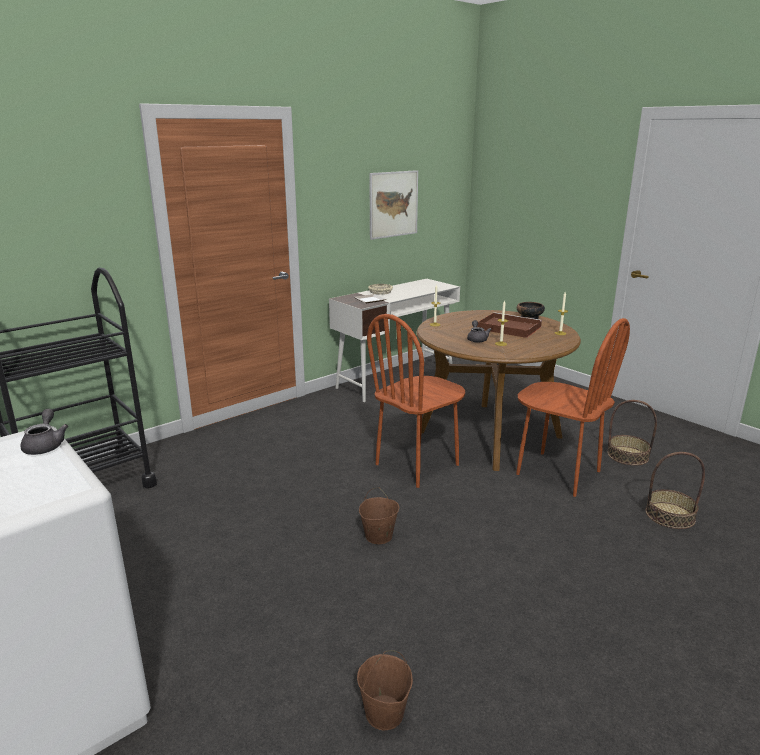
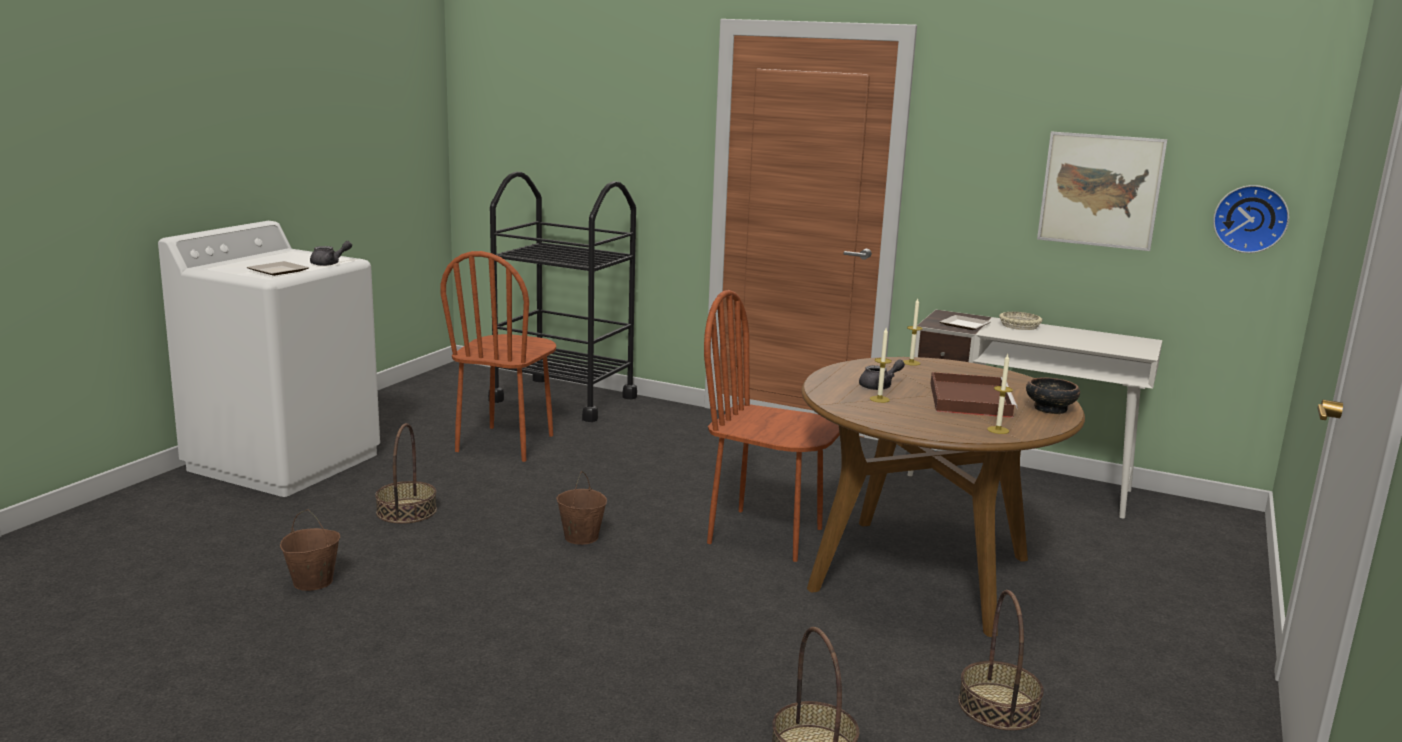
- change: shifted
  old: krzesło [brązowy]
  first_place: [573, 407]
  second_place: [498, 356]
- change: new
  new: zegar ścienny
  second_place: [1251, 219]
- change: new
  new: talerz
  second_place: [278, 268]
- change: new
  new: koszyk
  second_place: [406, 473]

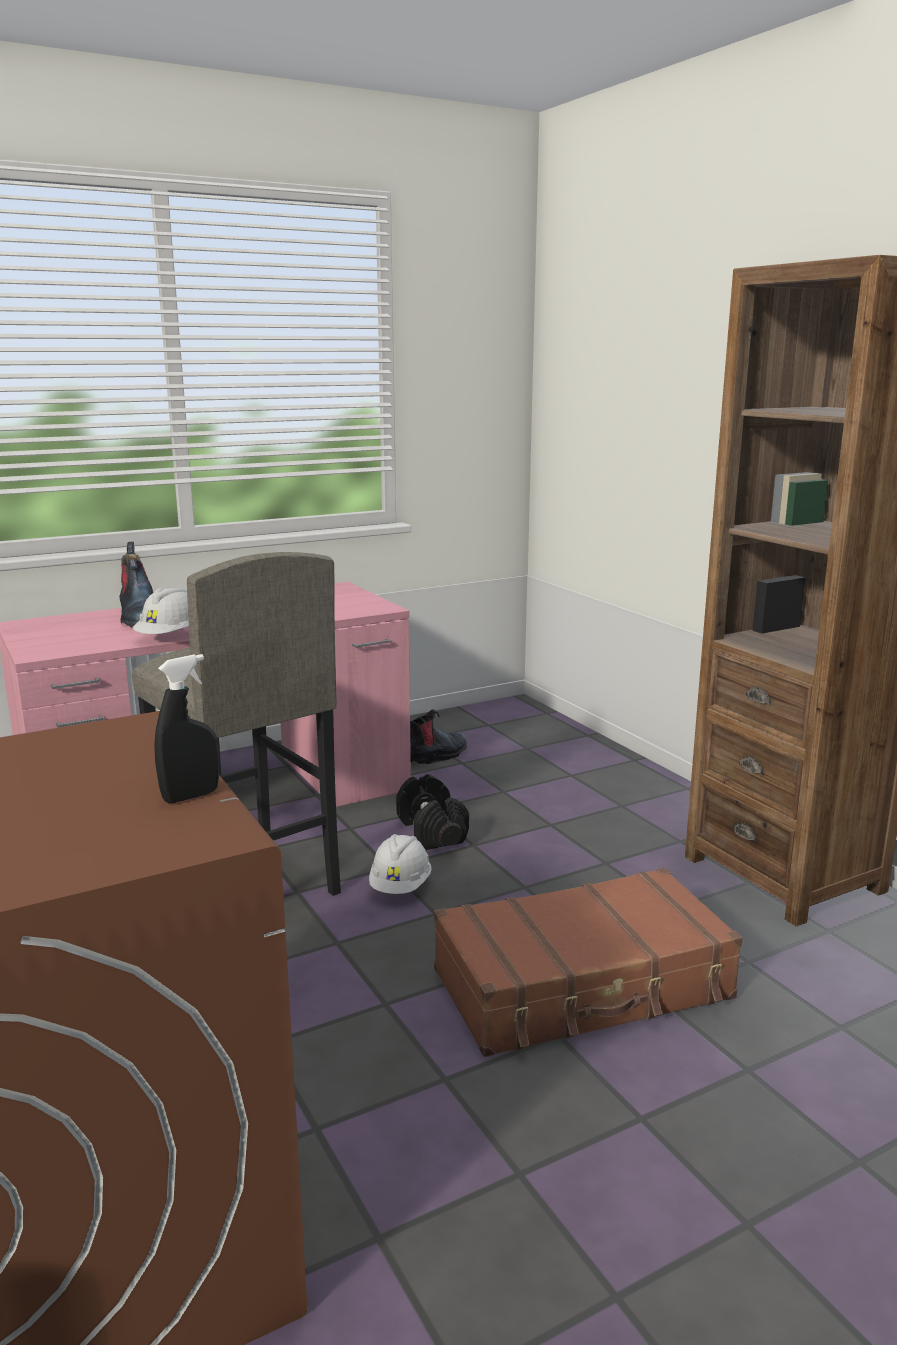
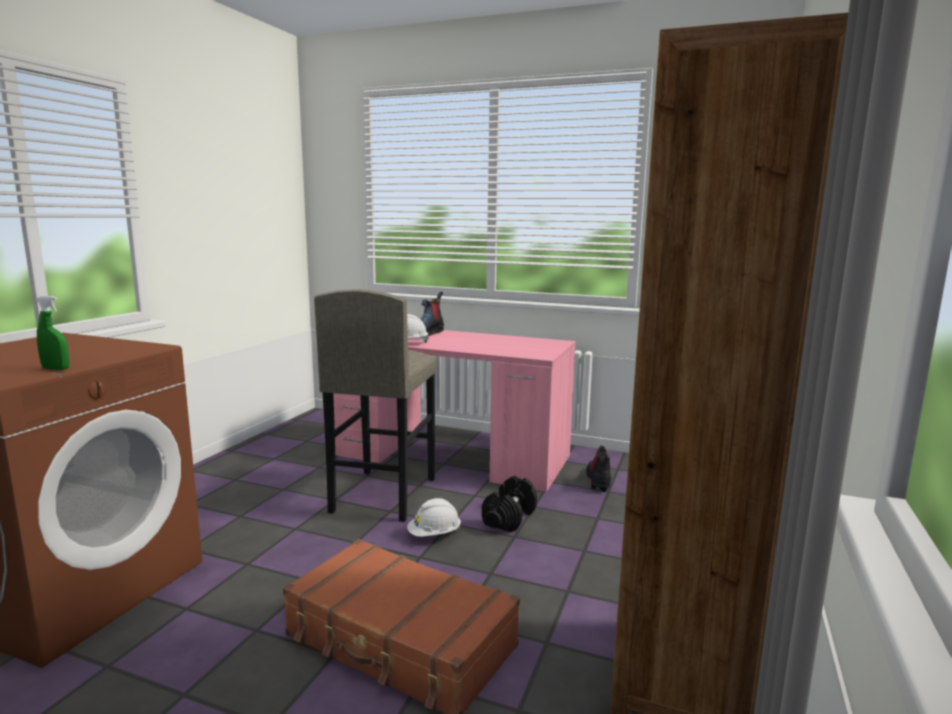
- change: repainted
  old: spryskiwacz [czarny]
  new: spryskiwacz [zielony]
  first_place: [186, 728]
  second_place: [52, 333]
- change: rotated
  old: but z cholewką
  first_place: [438, 736]
  second_place: [599, 468]
  degrees: -90

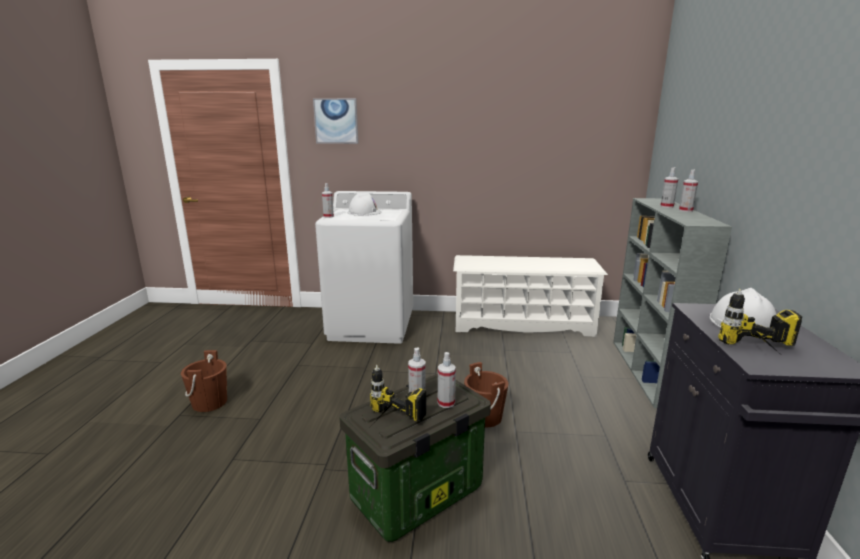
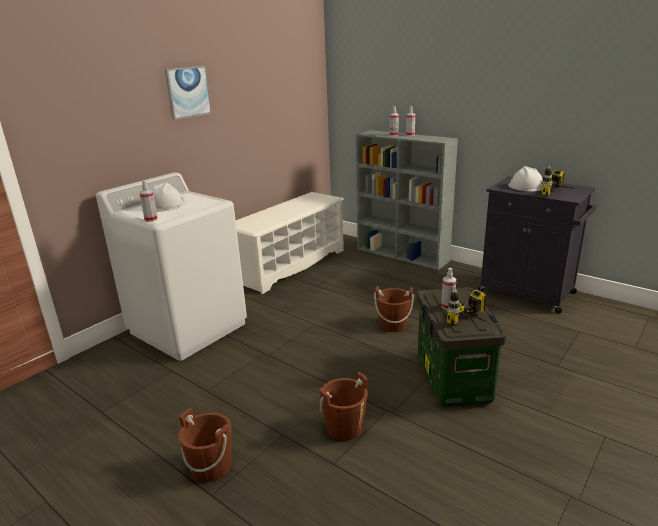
- change: shifted
  old: obraz
  first_place: [335, 121]
  second_place: [188, 93]
- change: gone
  old: spryskiwacz
  first_place: [447, 380]
- change: new
  new: wiadro [brązowy]
  second_place: [343, 406]

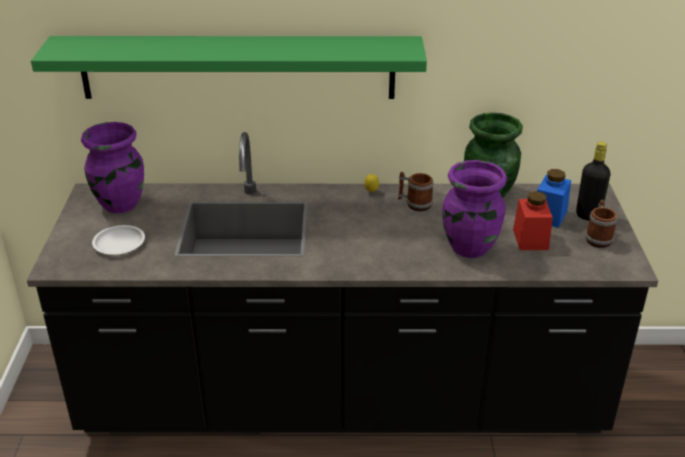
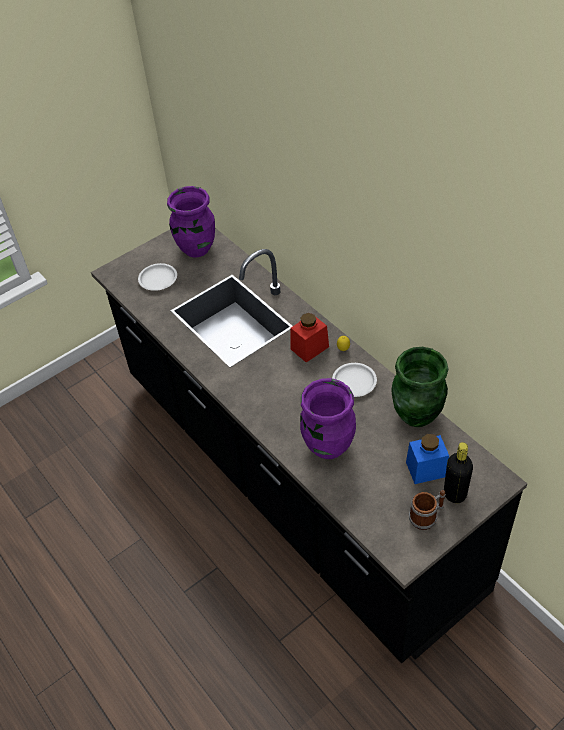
- change: gone
  old: półka [zielony]
  first_place: [229, 67]
- change: swapped
  old: kubek
  new: talerz [biały]
  first_place: [416, 191]
  second_place: [354, 380]
- change: shifted
  old: słoik [czerwony]
  first_place: [533, 220]
  second_place: [309, 338]

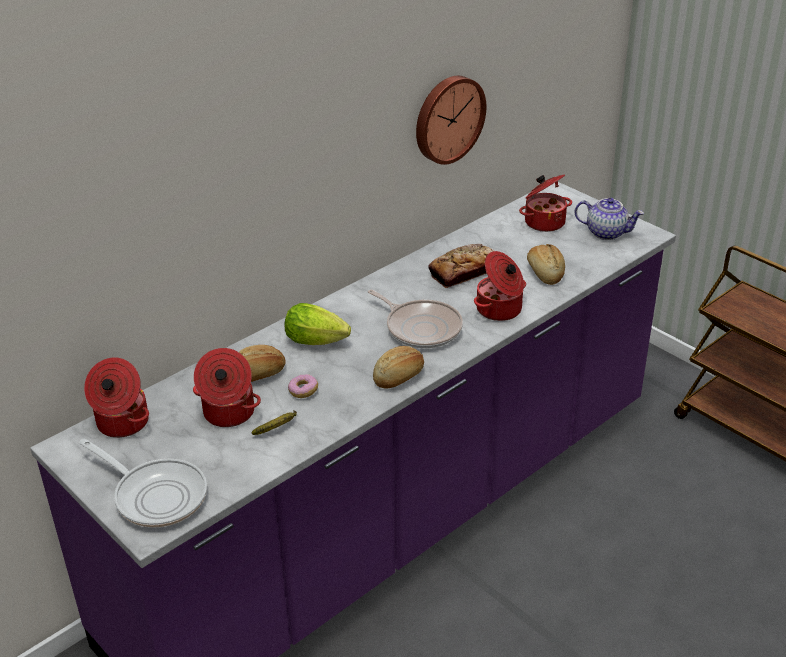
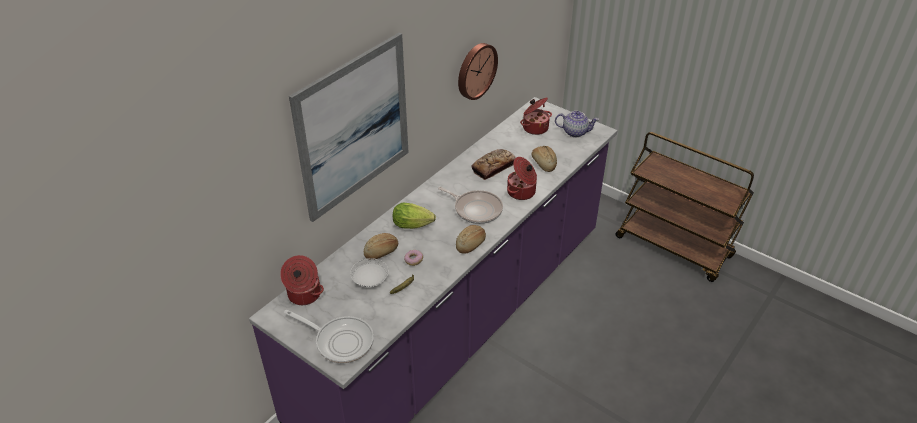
- change: swapped
  old: garnek
  new: talerz [biały]
  first_place: [227, 387]
  second_place: [369, 272]
- change: new
  new: obraz
  second_place: [349, 127]

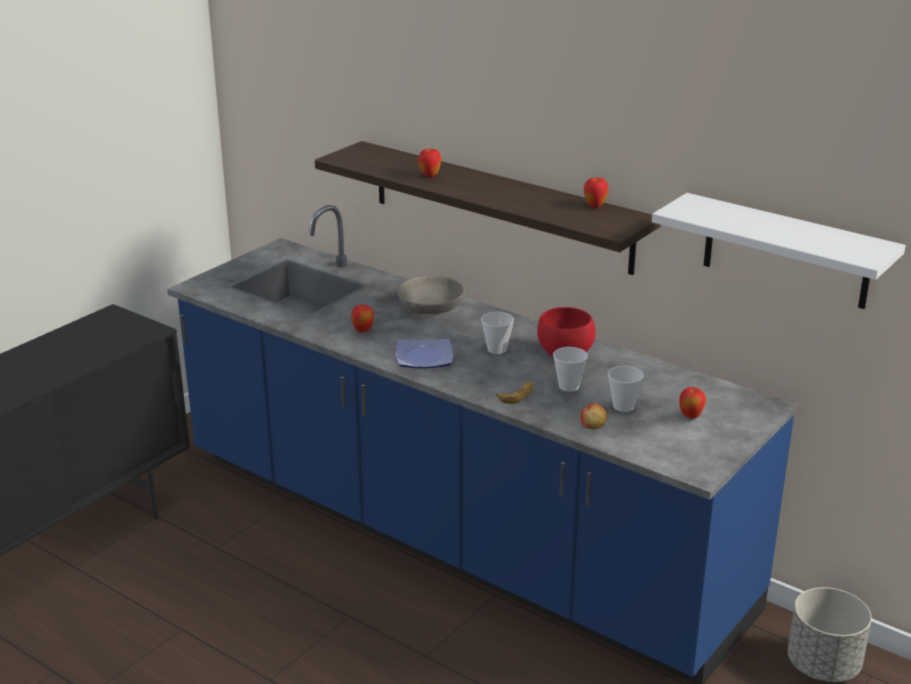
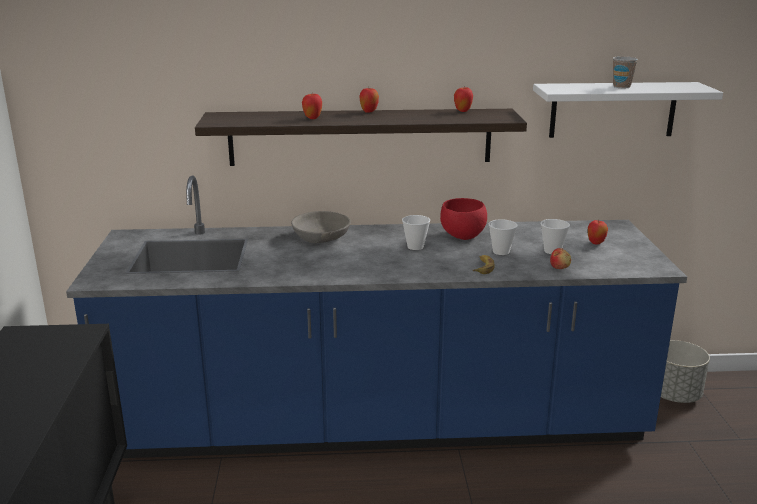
- change: shifted
  old: jabłko
  first_place: [362, 318]
  second_place: [369, 100]
- change: gone
  old: talerz
  first_place: [424, 353]
- change: new
  new: filiżanka
  second_place: [625, 72]

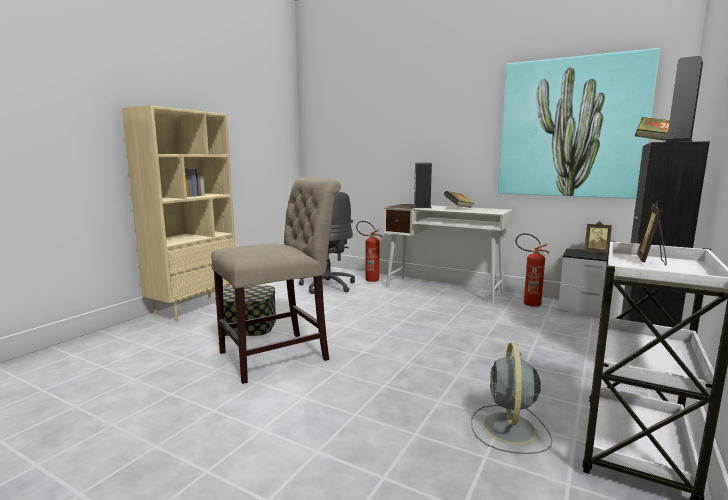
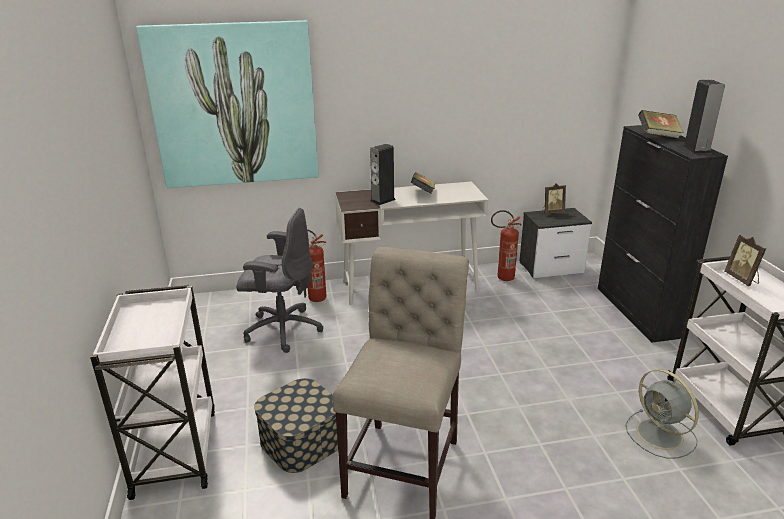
- change: shifted
  old: obraz
  first_place: [579, 123]
  second_place: [227, 104]
- change: swapped
  old: regał [beżowy]
  new: wózek [biały]
  first_place: [178, 213]
  second_place: [152, 392]

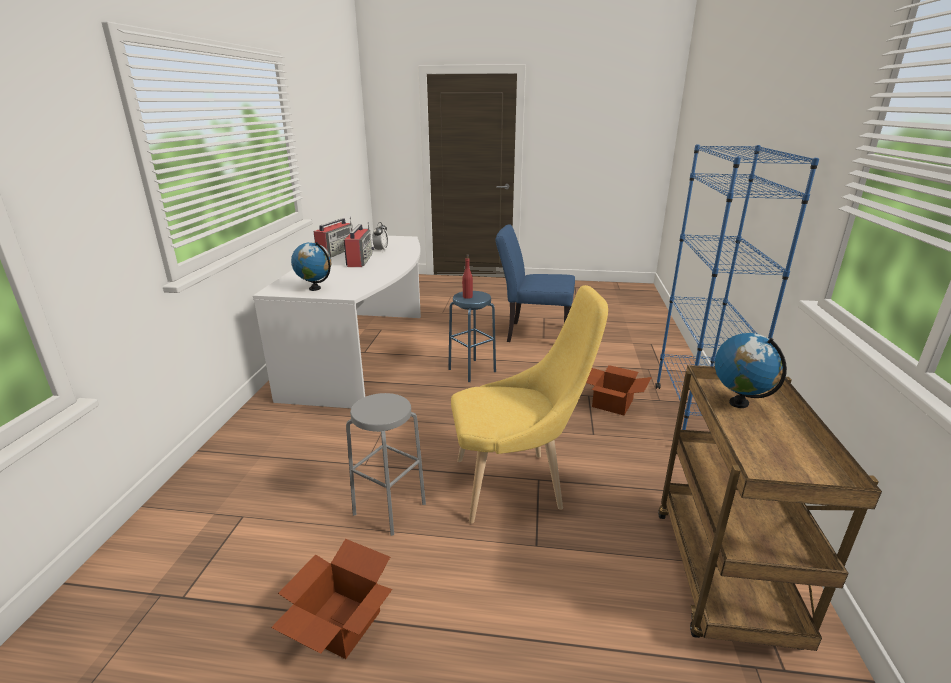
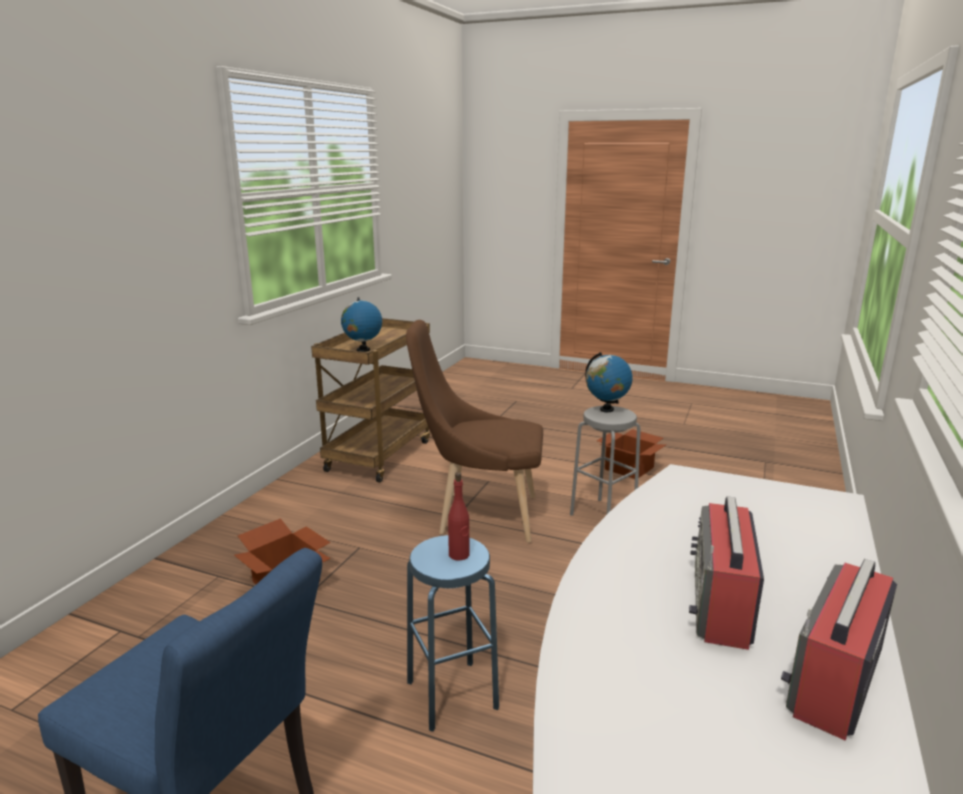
- change: gone
  old: regał [niebieski]
  first_place: [737, 287]
- change: gone
  old: budzik
  first_place: [380, 237]
- change: shifted
  old: globus
  first_place: [311, 266]
  second_place: [609, 382]
- change: repainted
  old: krzesło [żółty]
  new: krzesło [brązowy]
  first_place: [529, 404]
  second_place: [474, 431]

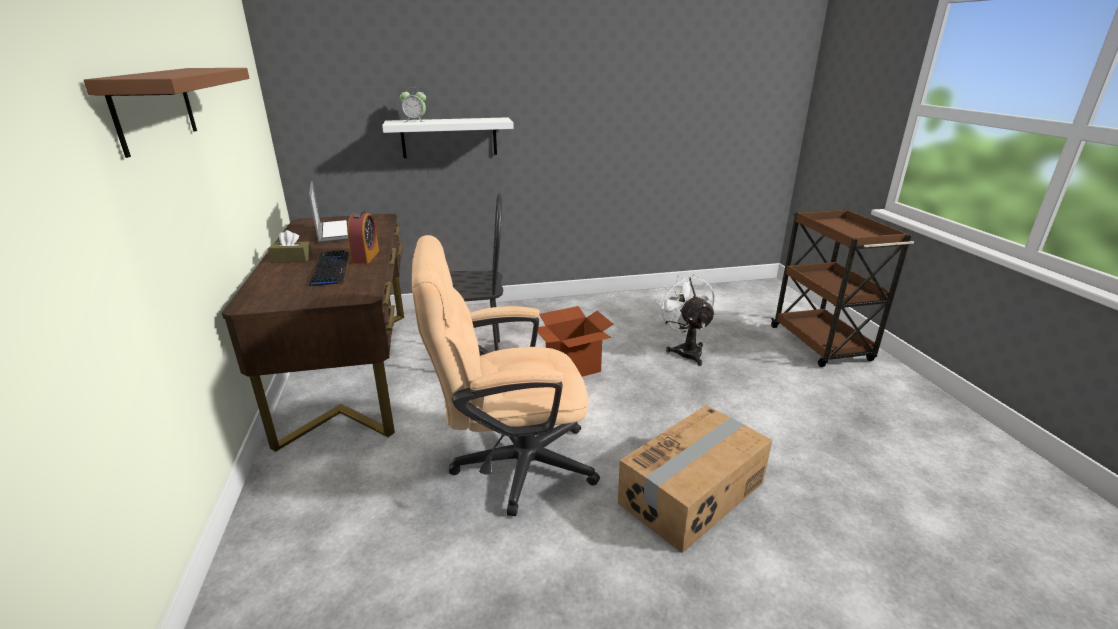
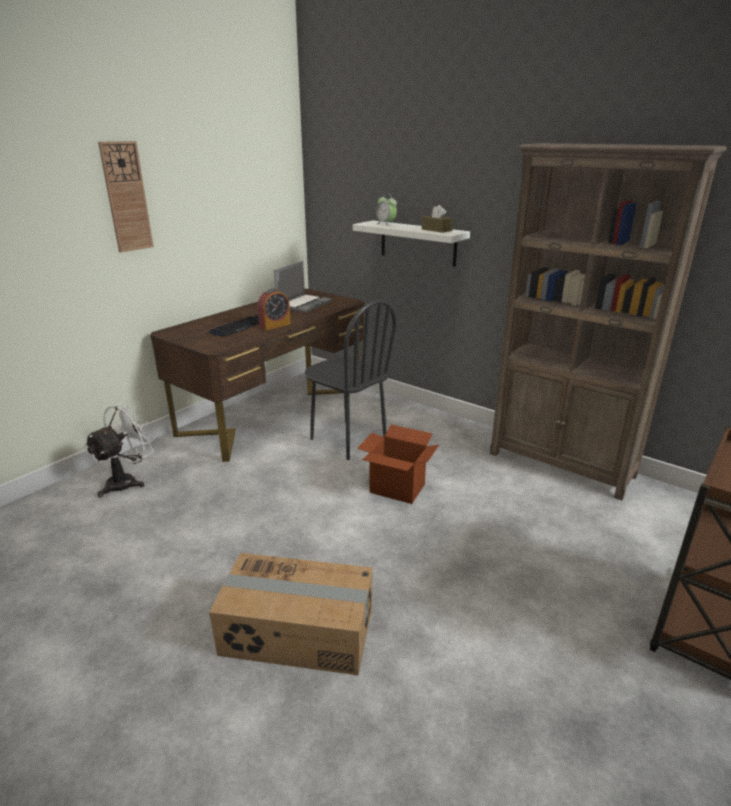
- change: swapped
  old: półka [brązowy]
  new: zegar ścienny
  first_place: [167, 113]
  second_place: [126, 196]
- change: shifted
  old: pudełko chusteczek [brązowy]
  first_place: [290, 246]
  second_place: [437, 219]
- change: gone
  old: krzesło biurowe [beżowy]
  first_place: [506, 375]
- change: shifted
  old: wentylator [biały]
  first_place: [686, 320]
  second_place: [119, 450]
- change: new
  new: regał [brązowy]
  second_place: [608, 321]

